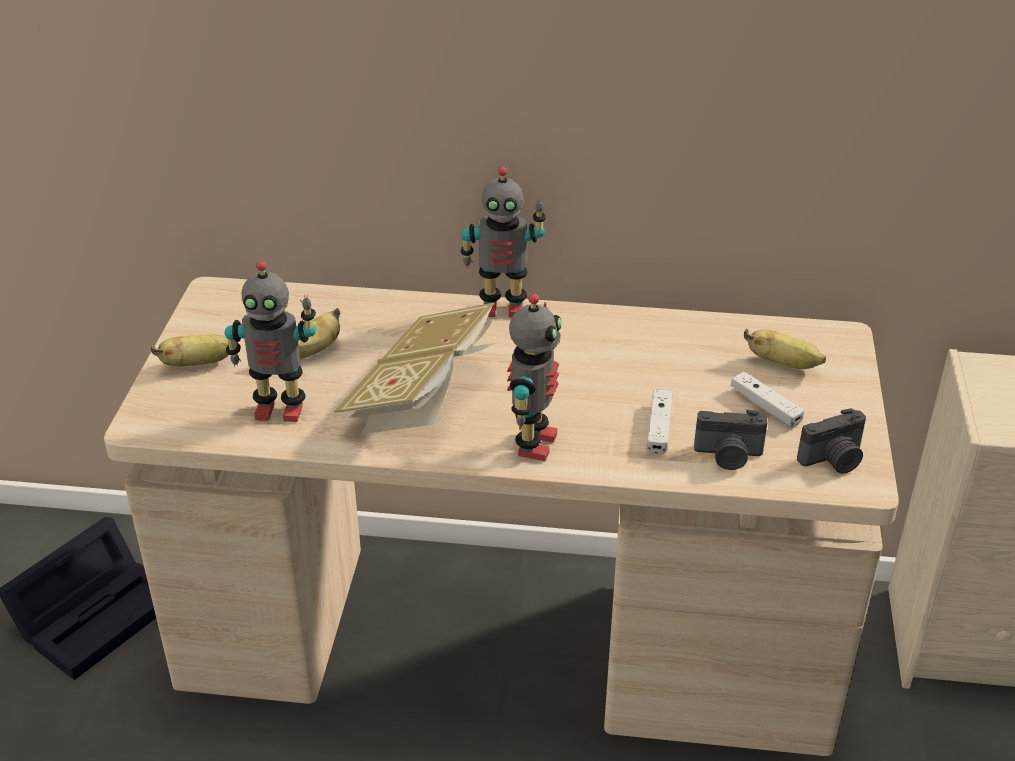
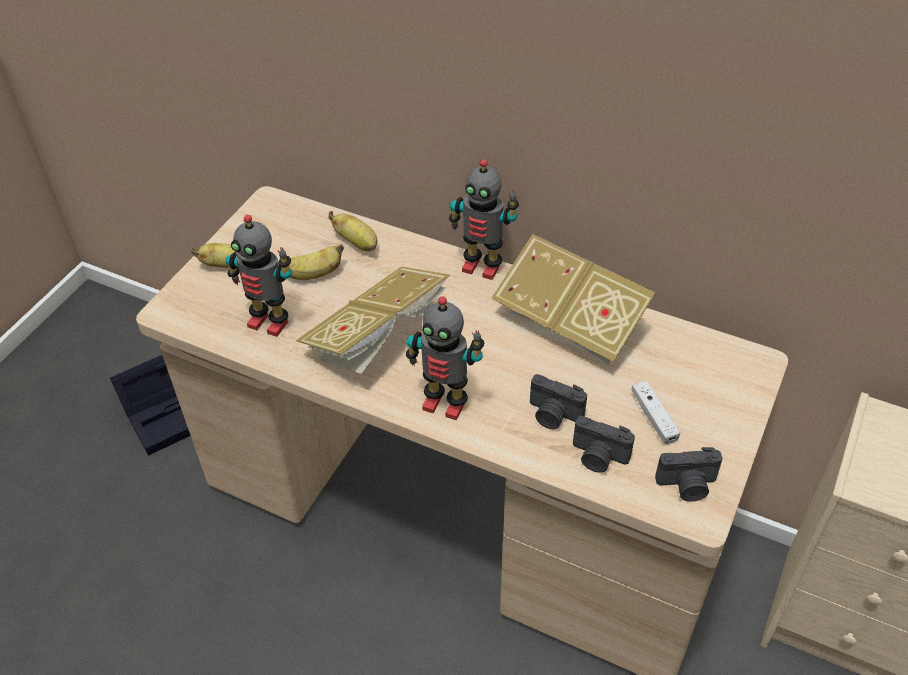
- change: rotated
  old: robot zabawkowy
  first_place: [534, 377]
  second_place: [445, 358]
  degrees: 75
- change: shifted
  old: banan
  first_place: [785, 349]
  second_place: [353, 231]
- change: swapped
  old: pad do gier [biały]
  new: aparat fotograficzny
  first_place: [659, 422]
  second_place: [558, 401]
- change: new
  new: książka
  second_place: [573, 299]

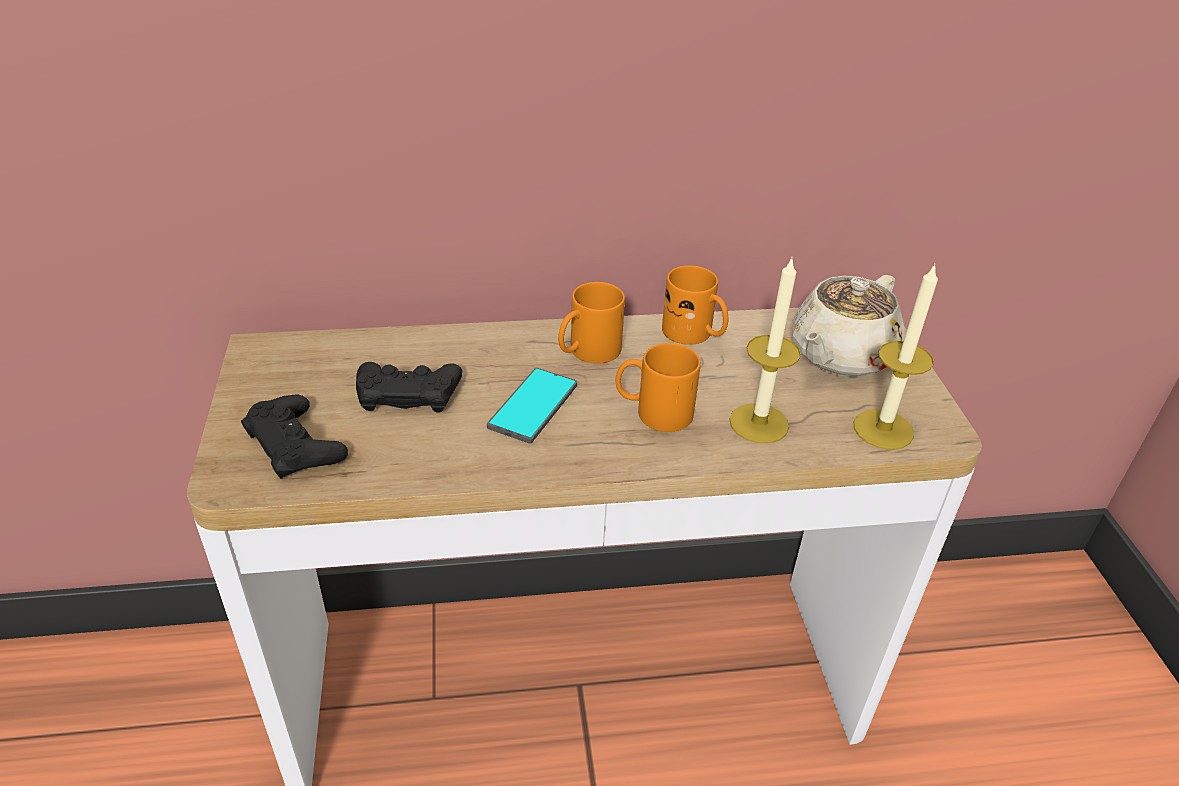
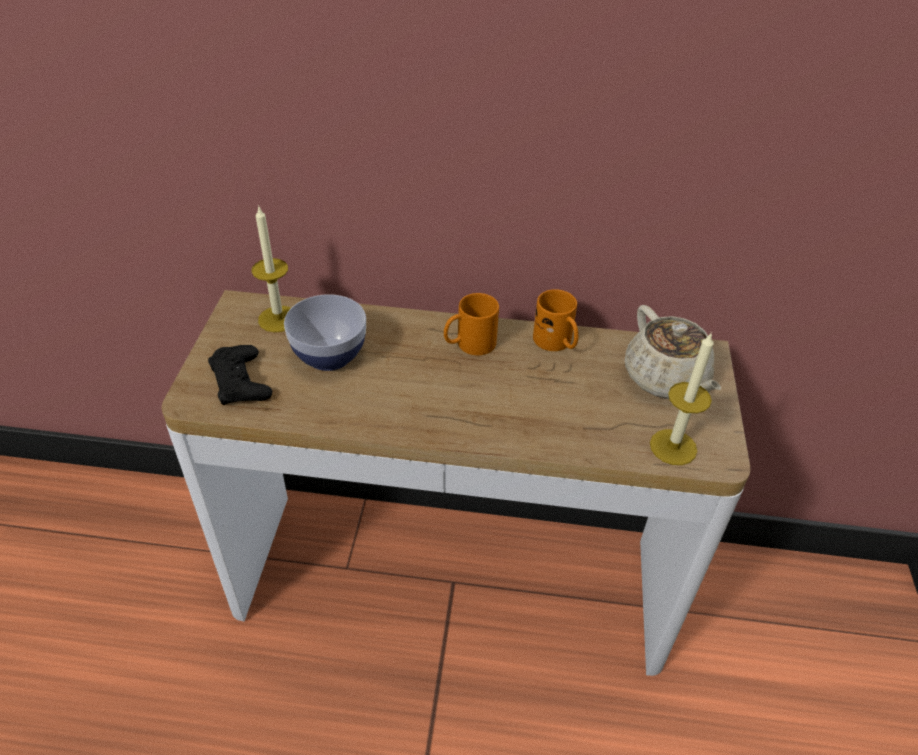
- change: shifted
  old: świeca
  first_place: [765, 349]
  second_place: [271, 268]
- change: rotated
  old: imbryk [beżowy]
  first_place: [848, 326]
  second_place: [673, 352]
  degrees: -75
- change: gone
  old: kubek [pomarańczowy]
  first_place: [658, 387]
- change: swapped
  old: pad do gier [czarny]
  new: miska
  first_place: [409, 387]
  second_place: [325, 332]
- change: gone
  old: telefon
  first_place: [532, 406]

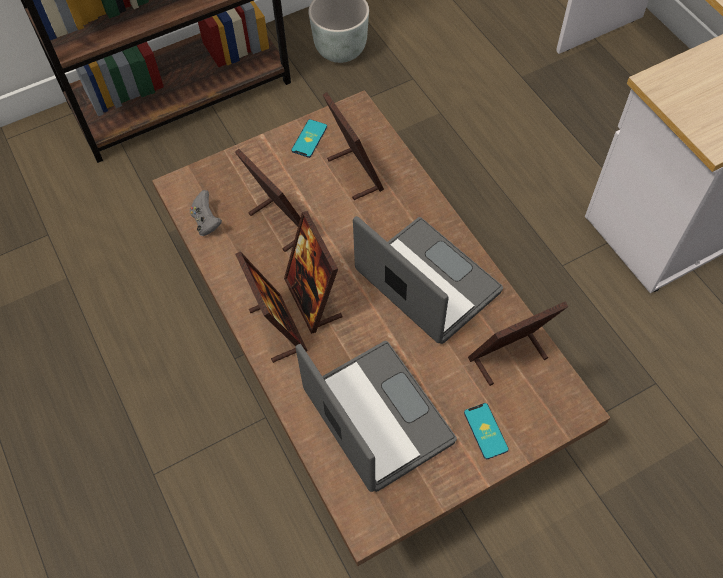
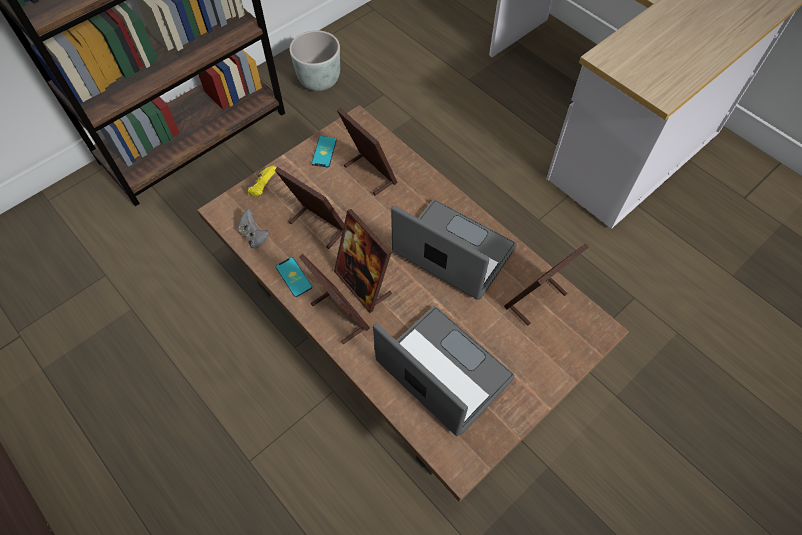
- change: shifted
  old: telefon
  first_place: [486, 431]
  second_place: [294, 277]
- change: new
  new: pad do gier [żółty]
  second_place: [262, 181]

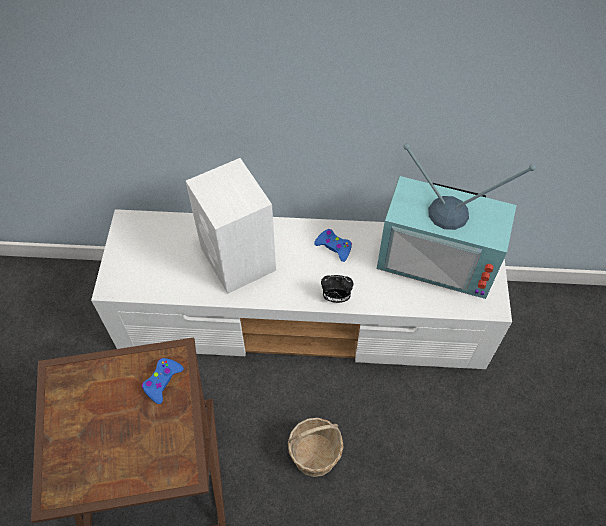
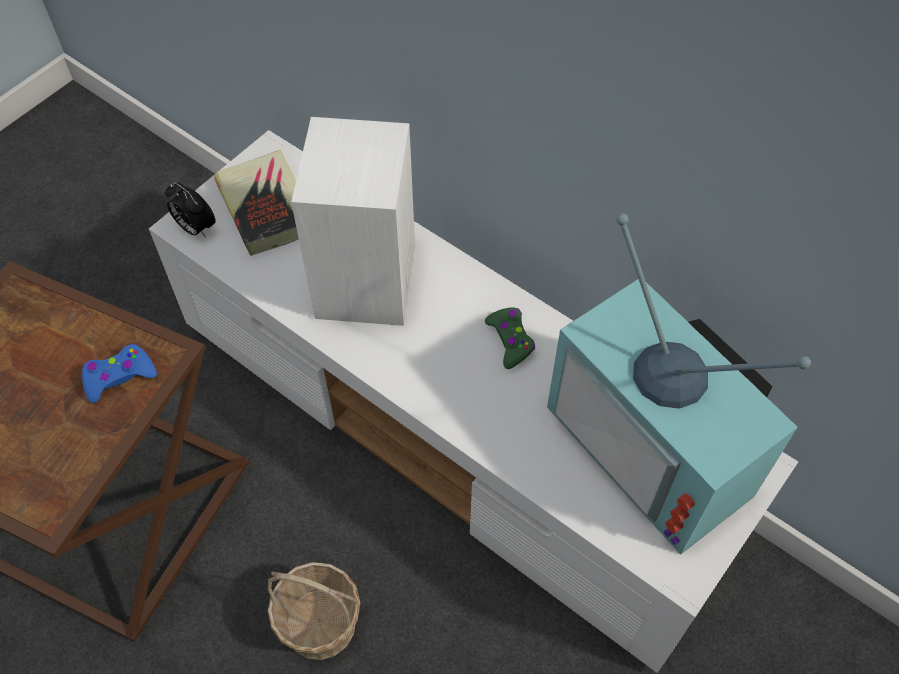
- change: repainted
  old: pad do gier [niebieski]
  new: pad do gier [zielony]
  first_place: [333, 245]
  second_place: [510, 338]
- change: shifted
  old: budzik
  first_place: [337, 289]
  second_place: [190, 210]
- change: new
  new: książka
  second_place: [256, 203]

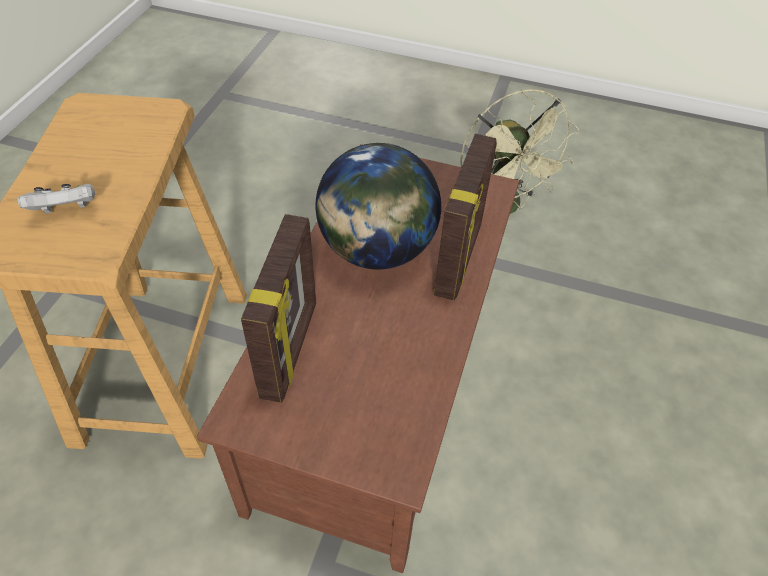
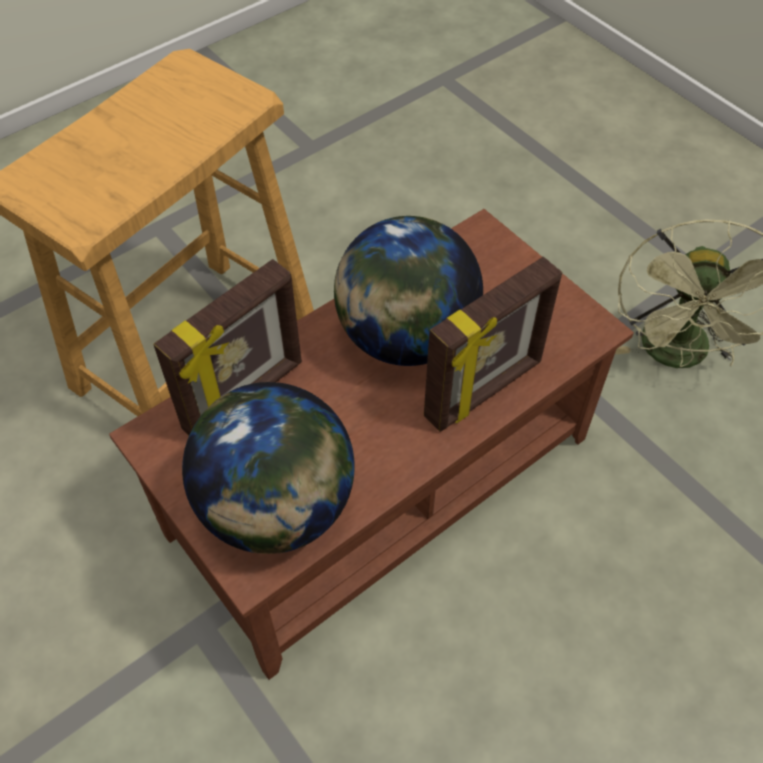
- change: gone
  old: pad do gier [biały]
  first_place: [56, 199]
- change: new
  new: globus
  second_place: [268, 468]

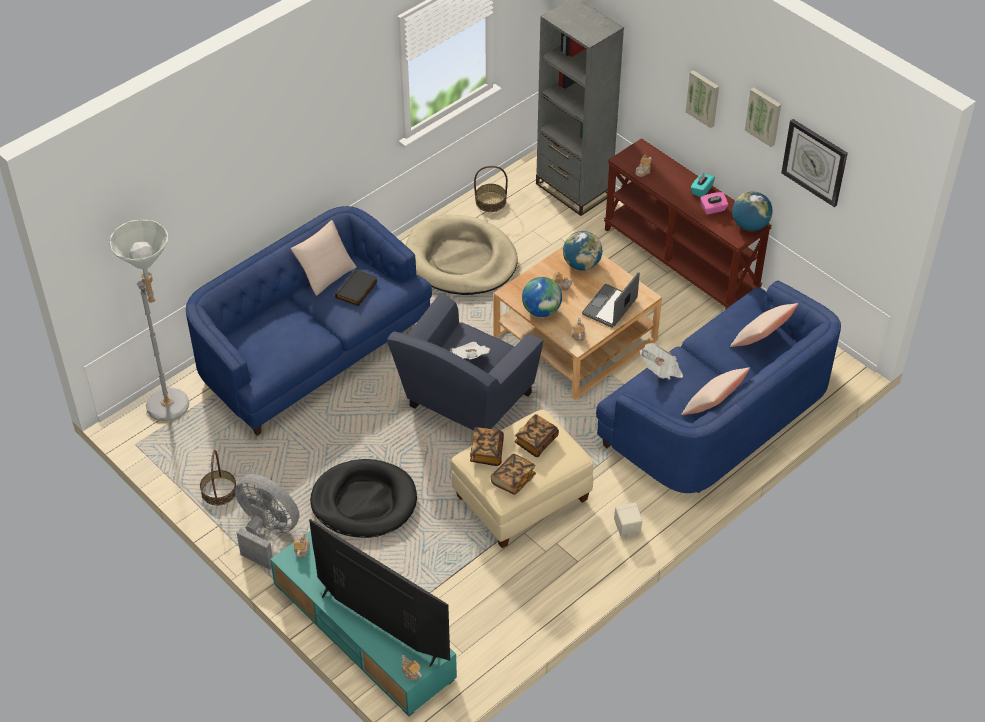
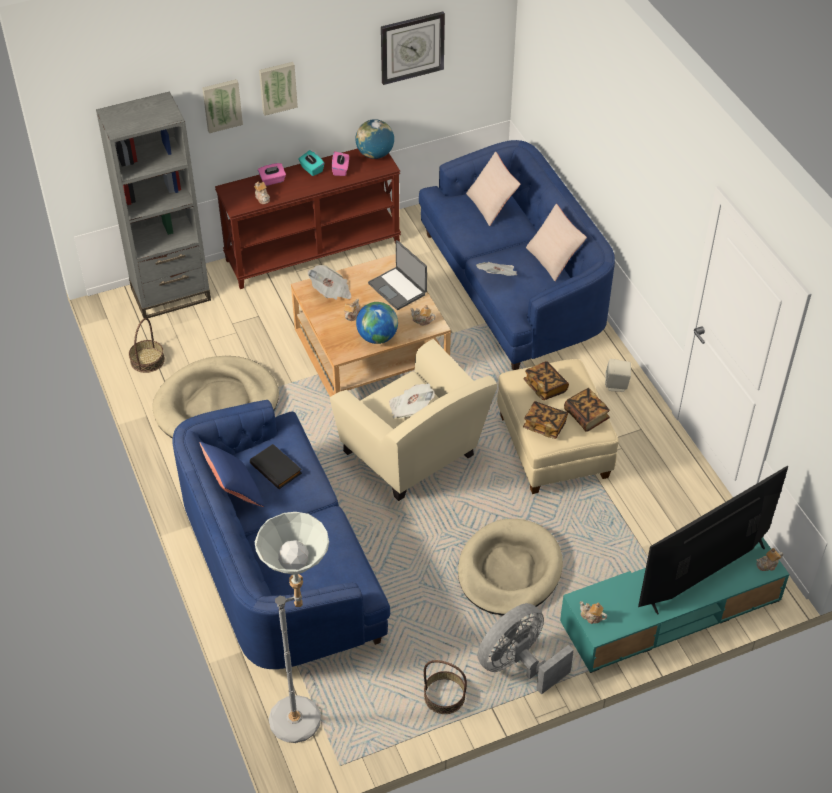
- change: shifted
  old: obraz
  first_place: [763, 117]
  second_place: [222, 106]
- change: repainted
  old: poduszka [beżowy]
  new: poduszka [niebieski]
  first_place: [324, 258]
  second_place: [232, 474]
- change: swapped
  old: globus
  new: gazeta
  first_place: [582, 251]
  second_place: [330, 282]
- change: repainted
  old: fotel [niebieski]
  new: fotel [beżowy]
  first_place: [465, 362]
  second_place: [413, 420]
- change: repainted
  old: legowisko [czarny]
  new: legowisko [beżowy]
  first_place: [363, 498]
  second_place: [510, 567]
- change: new
  new: pudełko chusteczek [różowy]
  second_place: [272, 174]

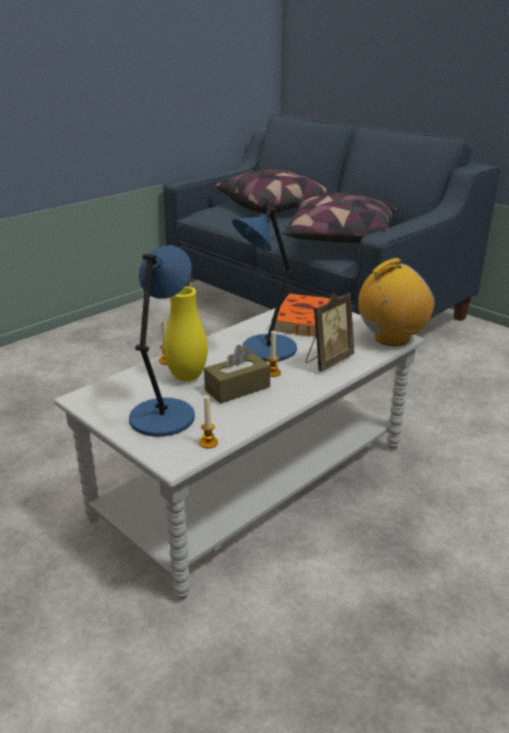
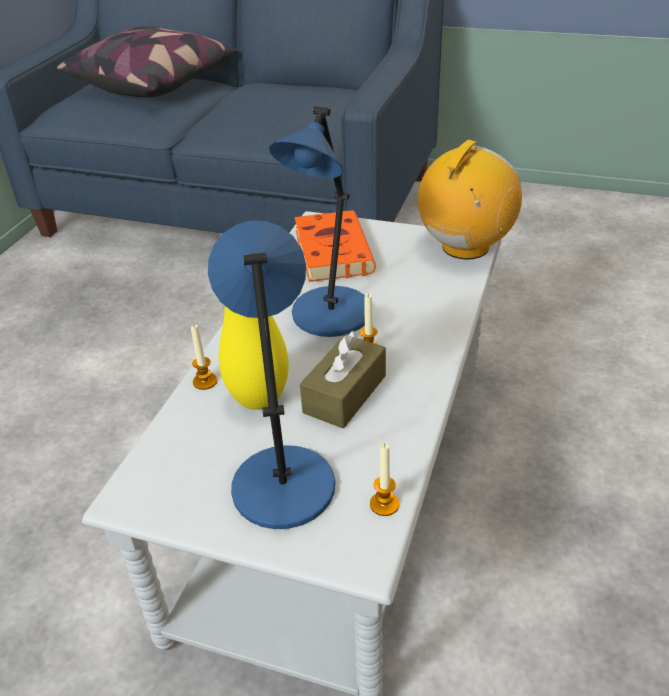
- change: gone
  old: poduszka
  first_place: [339, 218]
- change: gone
  old: ramka na zdjęcie
  first_place: [330, 331]

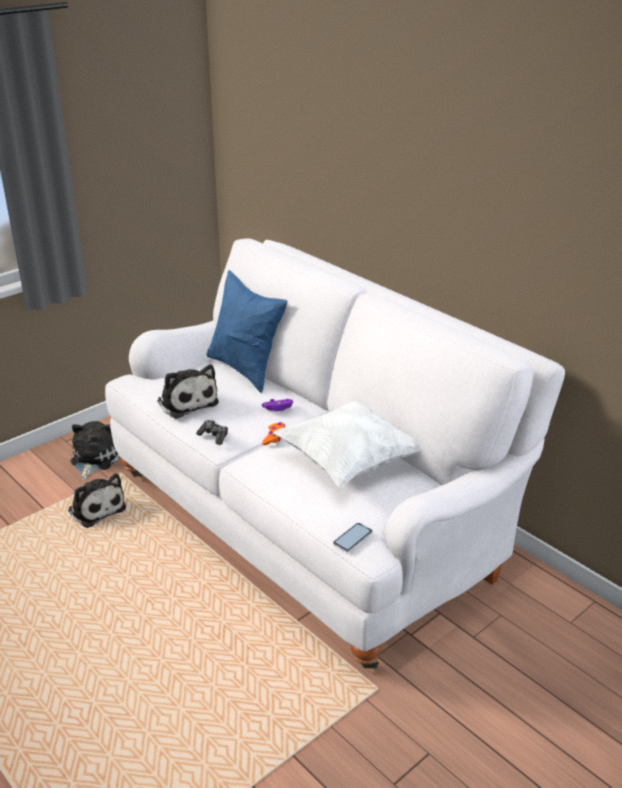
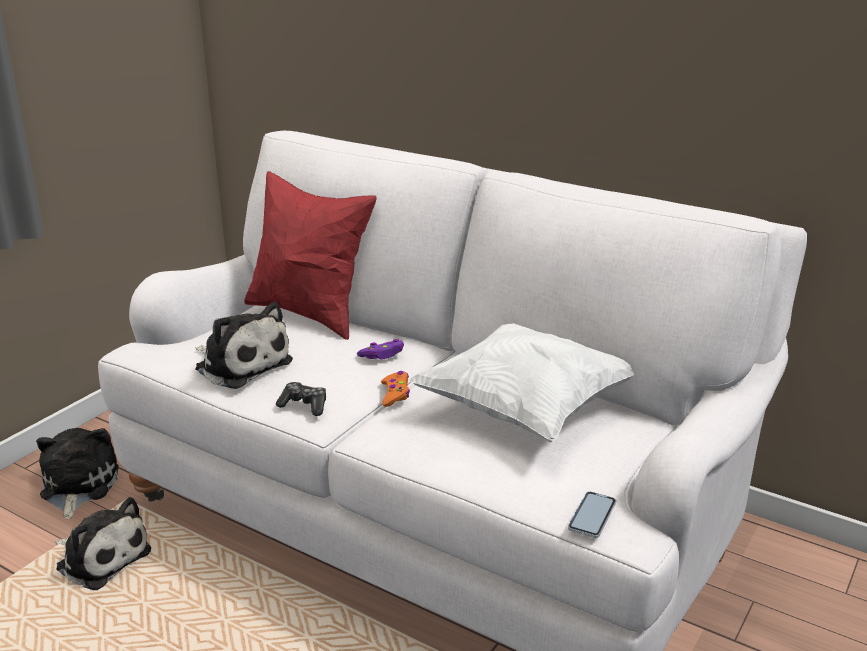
- change: repainted
  old: poduszka [niebieski]
  new: poduszka [czerwony]
  first_place: [247, 331]
  second_place: [310, 255]

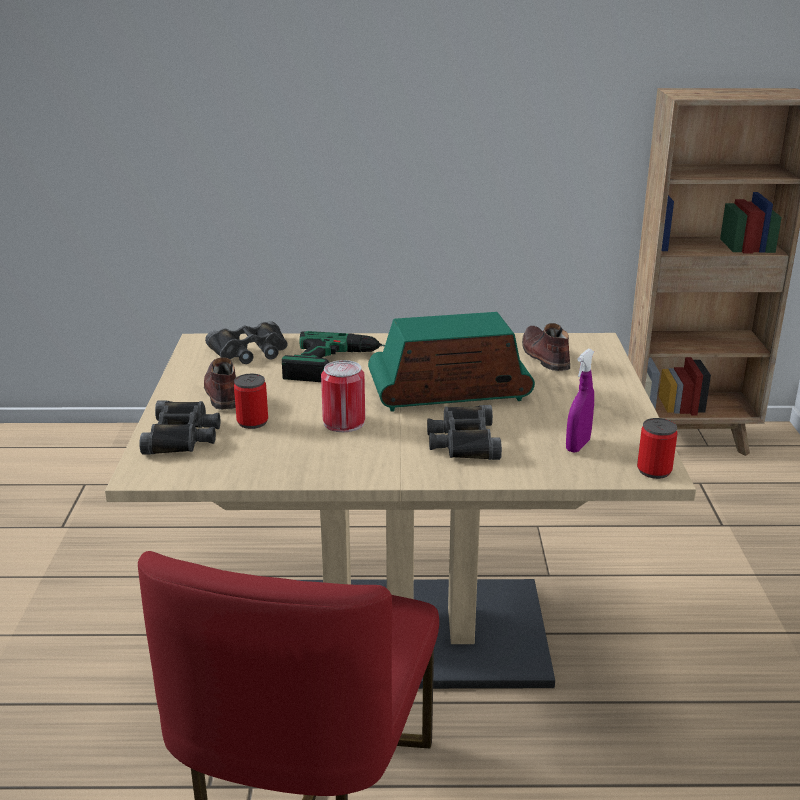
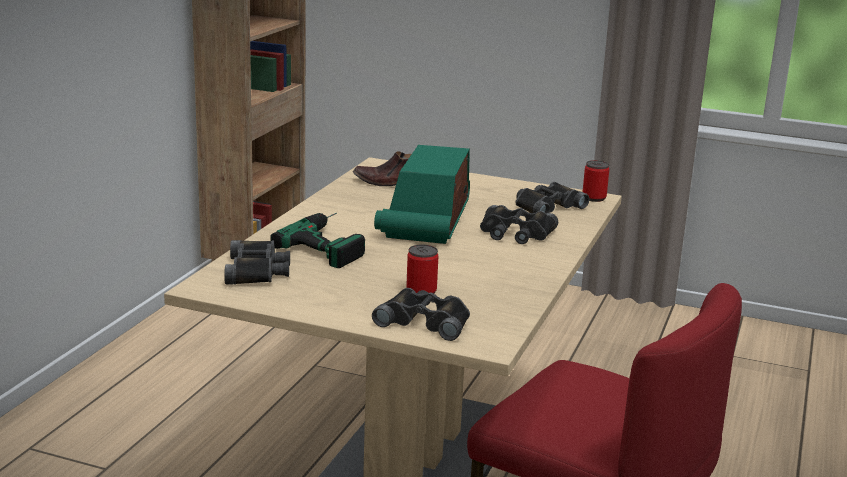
- change: swapped
  old: spryskiwacz [fioletowy]
  new: lornetka [czarny]
  first_place: [580, 401]
  second_place: [552, 198]
- change: gone
  old: but [brązowy]
  first_place: [220, 383]
- change: gone
  old: puszka
  first_place: [343, 396]

